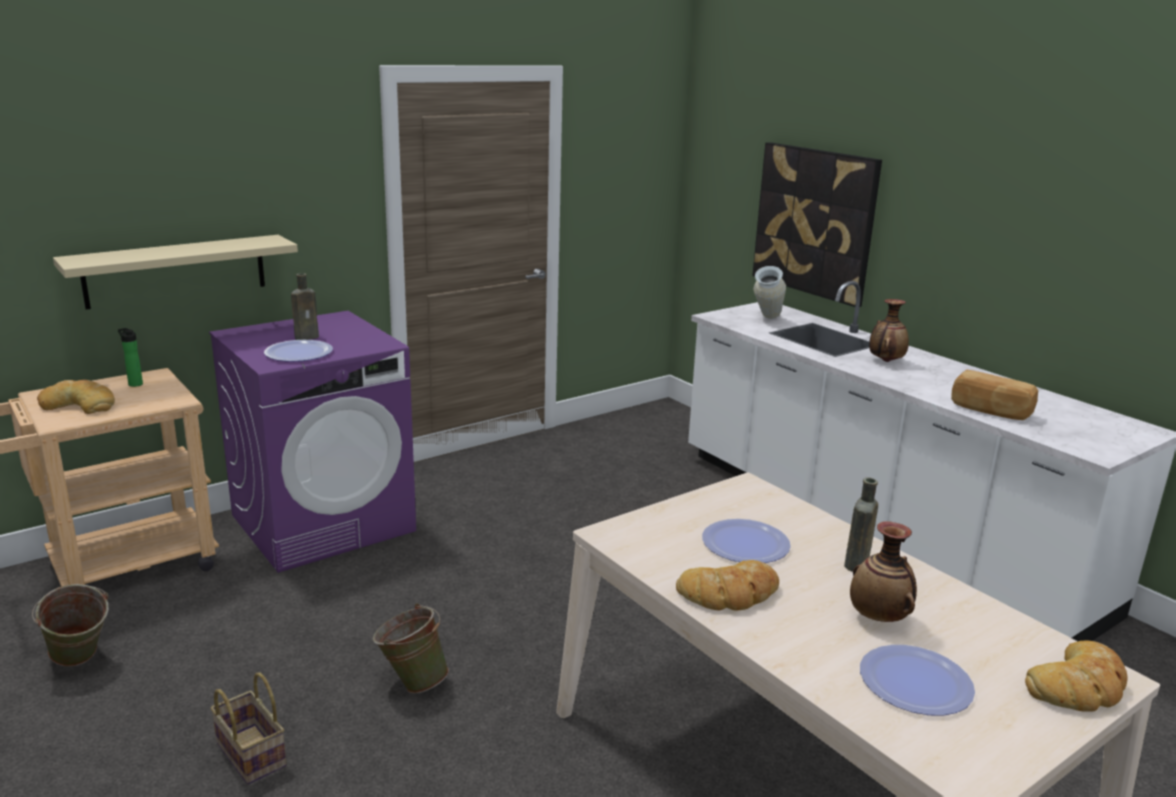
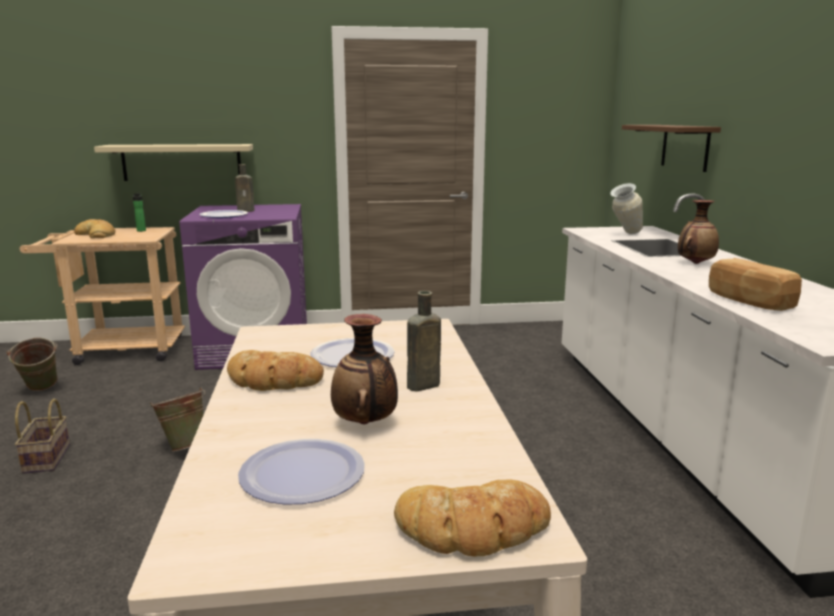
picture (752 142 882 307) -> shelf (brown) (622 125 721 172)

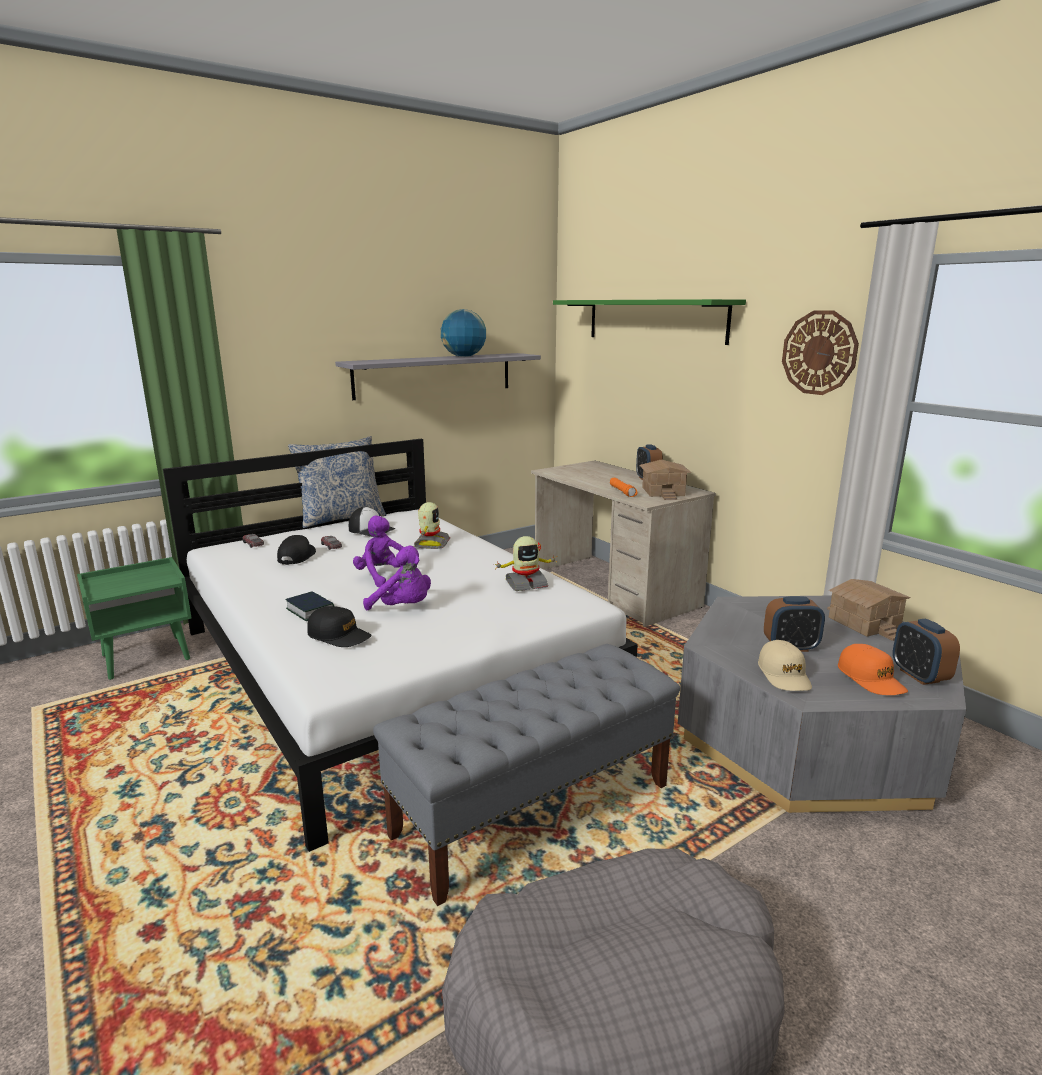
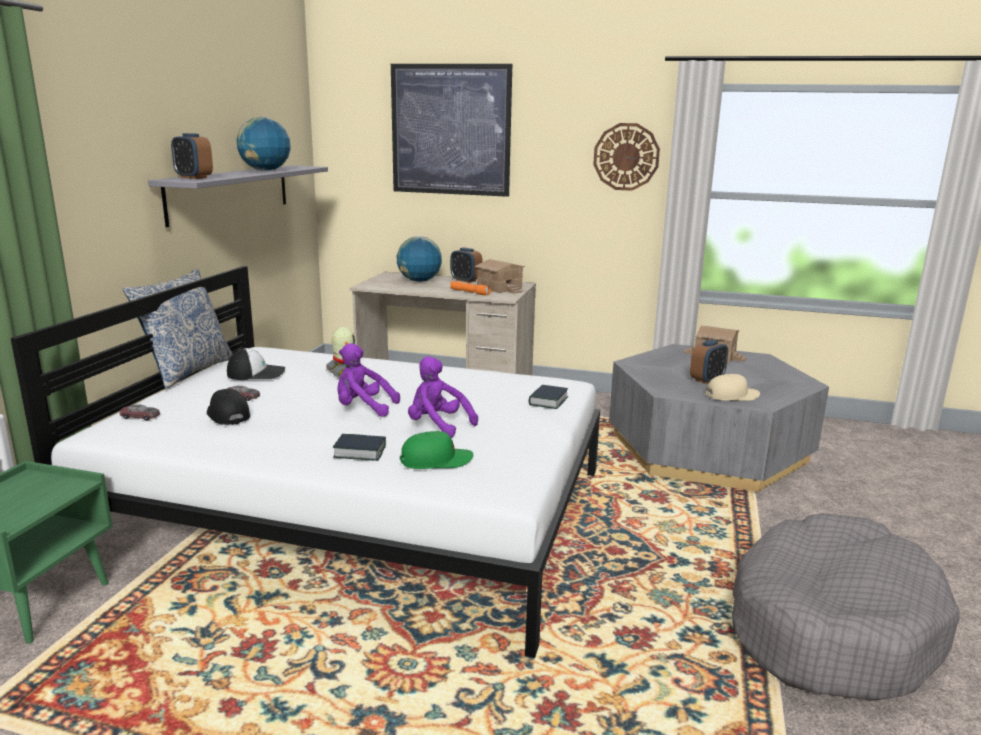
shelf (green) (553 299 746 345) -> picture (391 64 512 197)
toy robot (493 536 555 591) -> none
plush toy (purple) (363 546 431 610) -> plush toy (purple) (408 356 478 438), 135 degrees counterclockwise
cap (black) (307 606 372 647) -> cap (green) (400 431 473 469)
alarm clock (893 618 960 685) -> alarm clock (171 133 213 179), moved
cap (beige) (758 640 812 691) -> cap (beige) (706 374 760 401), 60 degrees counterclockwise
bench (grey) (373 644 680 906) -> none
cap (orange) (838 644 908 695) -> none
none -> globe (397 236 442 282)
none -> book (529 385 569 409)

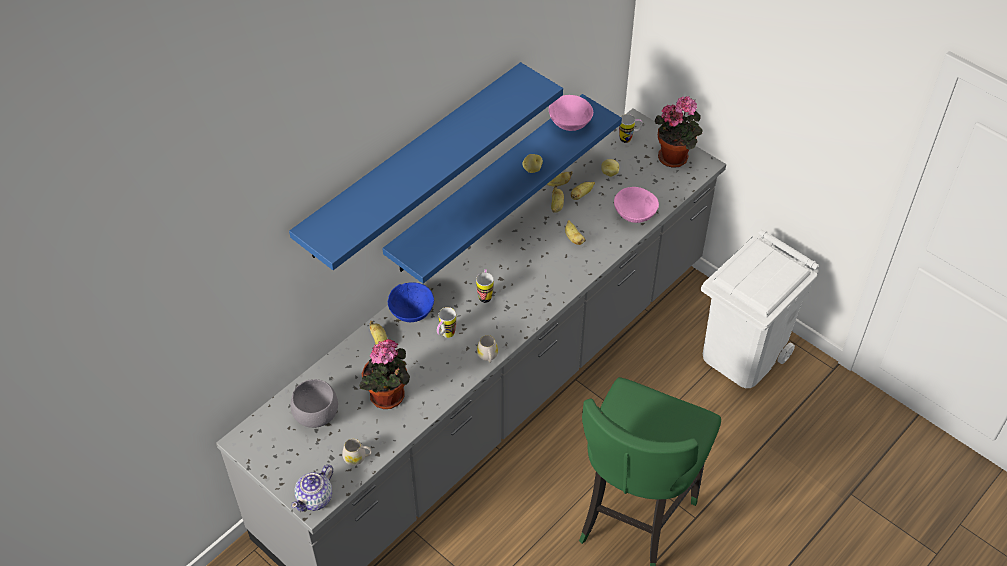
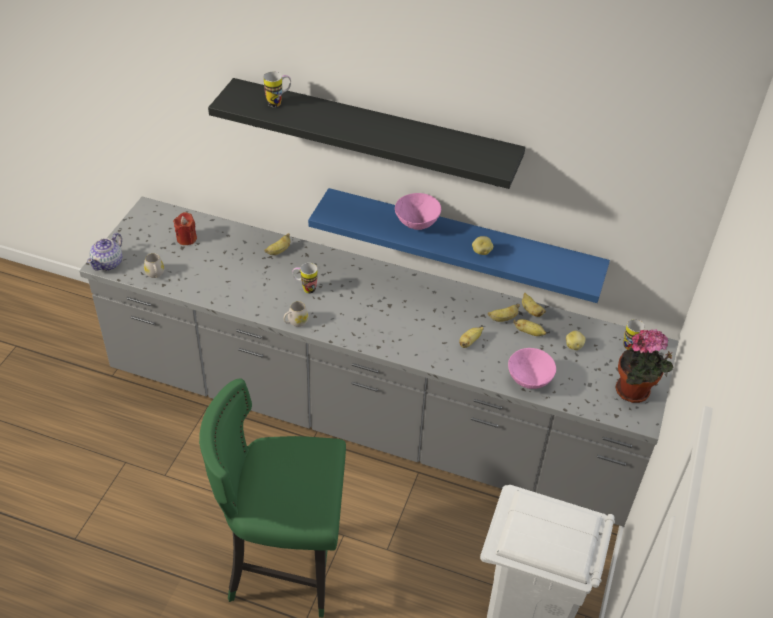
shelf (blue) (289 62 563 270) -> shelf (black) (208 78 525 189)
bowl (pink) (549 95 593 131) -> bowl (pink) (395 193 441 230), moved
mug (476 269 494 303) -> mug (264 71 291 107), moved
bowl (blue) (388 282 434 322) -> none
potted plant (359 339 410 409) -> none
bowl (grey) (290 379 338 428) -> candle (red) (173 212 197 245)
teapot (291 464 333 512) -> teapot (87 233 123 271), 75 degrees counterclockwise

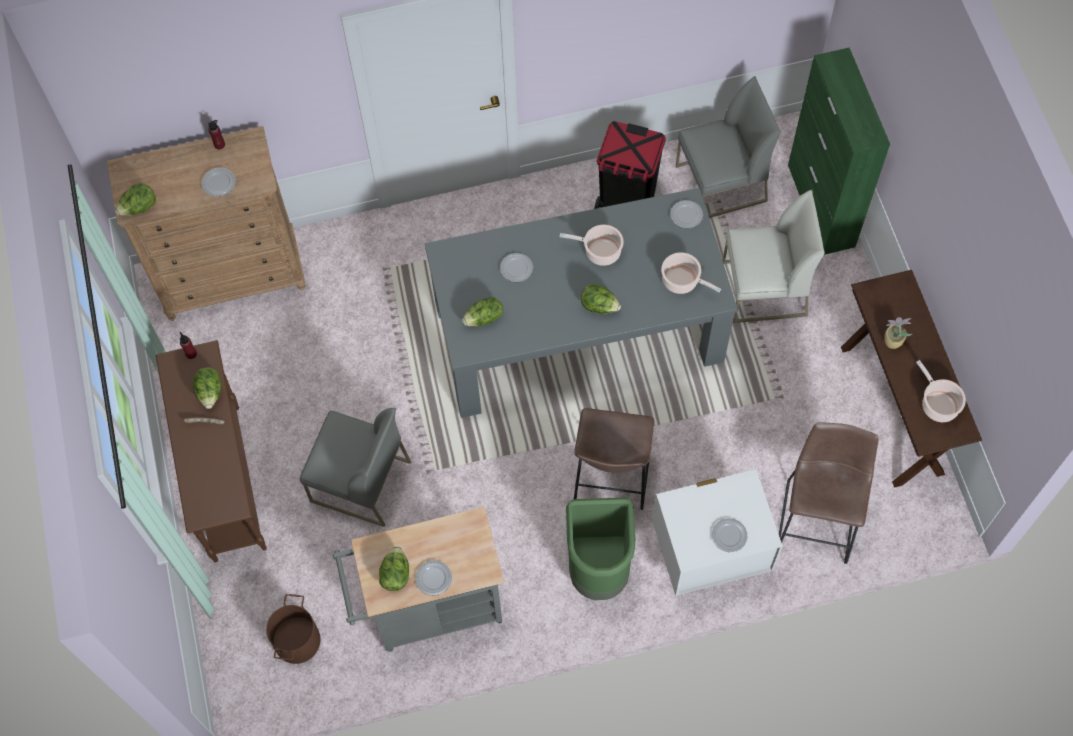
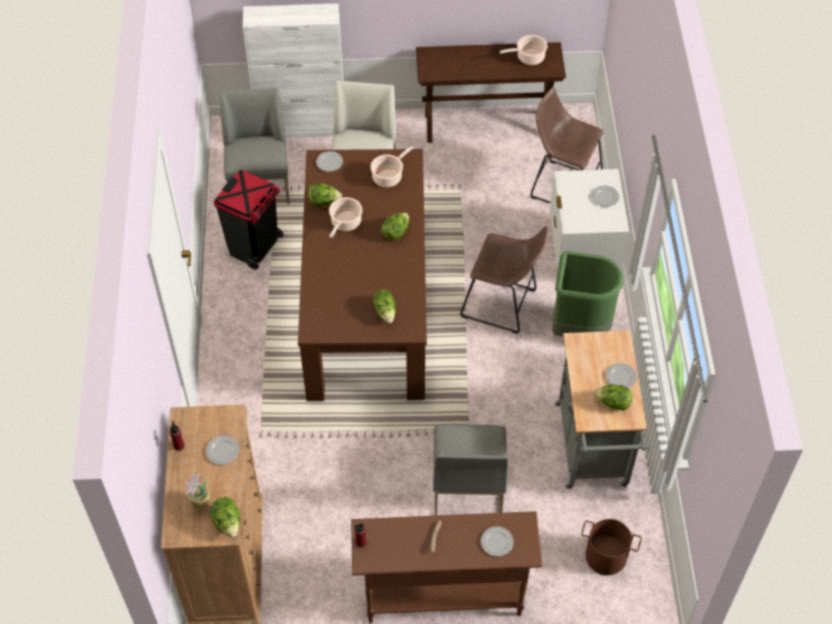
cabinet (green) (788 48 890 255) -> cabinet (white) (243 3 343 138)
dining table (grey) (425 188 738 418) -> dining table (brown) (298 149 427 401)
plate (500 253 533 282) -> plate (481 526 514 556), moved
potted plant (884 317 912 349) -> potted plant (185 473 210 509), moved
lettuce (193 367 222 409) -> lettuce (308 183 342 206), moved
chair (grey) (300 408 411 527) -> chair (grey) (433 424 508 516), 150 degrees clockwise

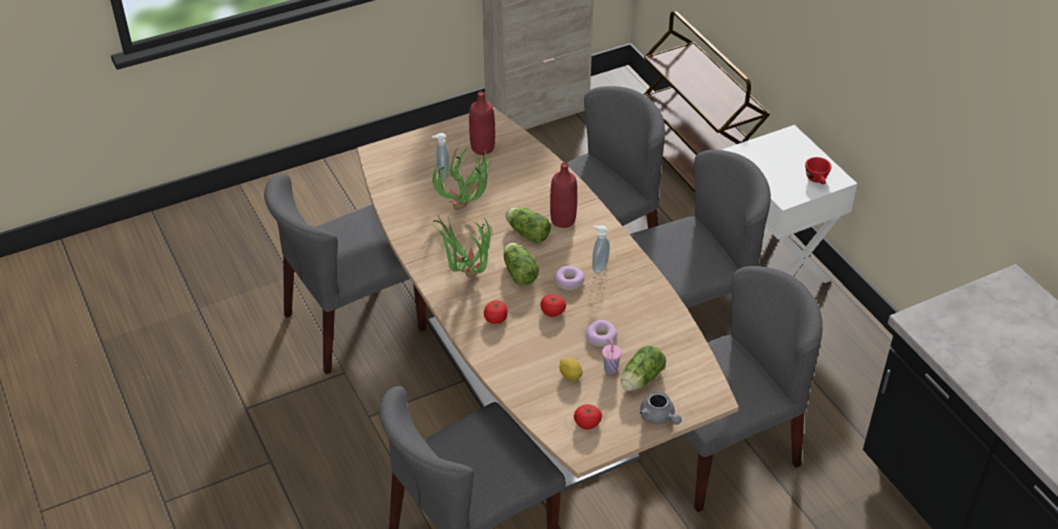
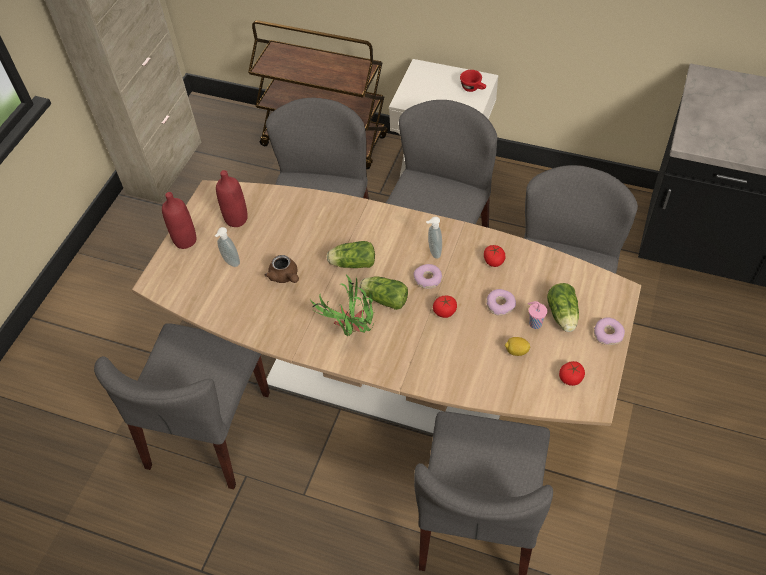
potted plant (433 147 492 210) -> teapot (brown) (265 255 299 283)
bottle (red) (550 162 577 228) -> bottle (red) (162 192 196 249), moved
tomato (484 300 508 324) -> tomato (484 245 506 267), moved
teapot (grey) (640 391 682 425) -> donut (594 318 625 345)

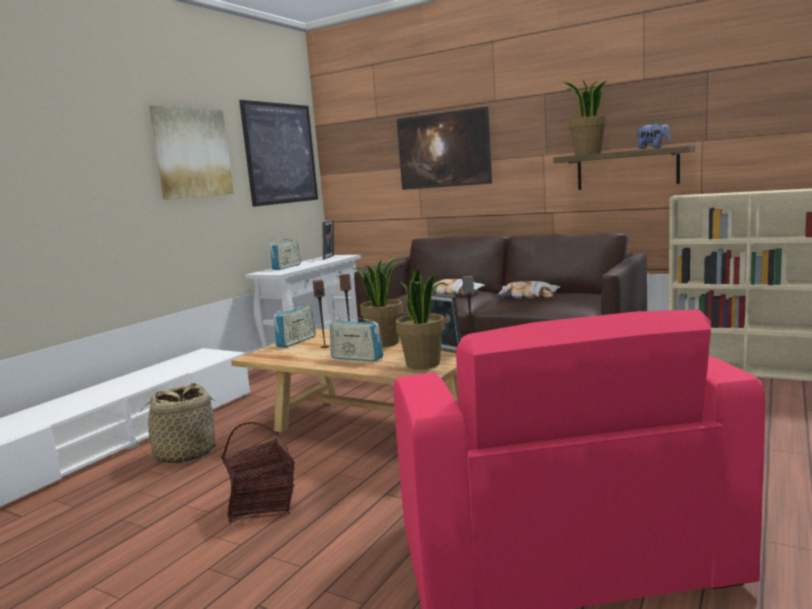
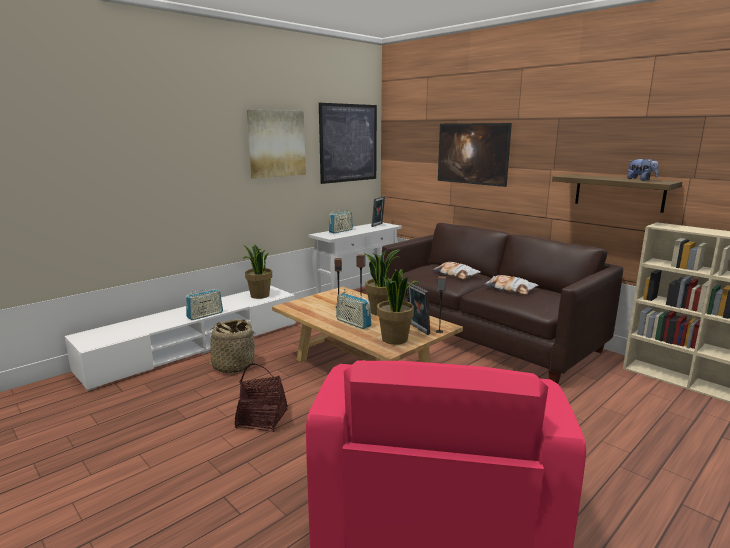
potted plant (563 79 607 155) -> potted plant (242 244 272 299), moved
radio (274 305 316 348) -> radio (186 289 223 320), moved

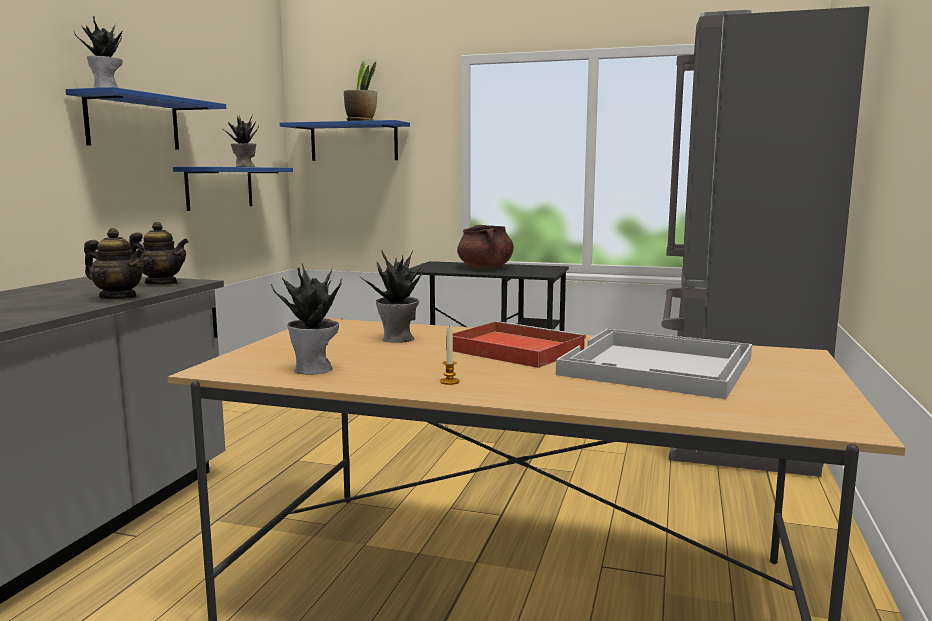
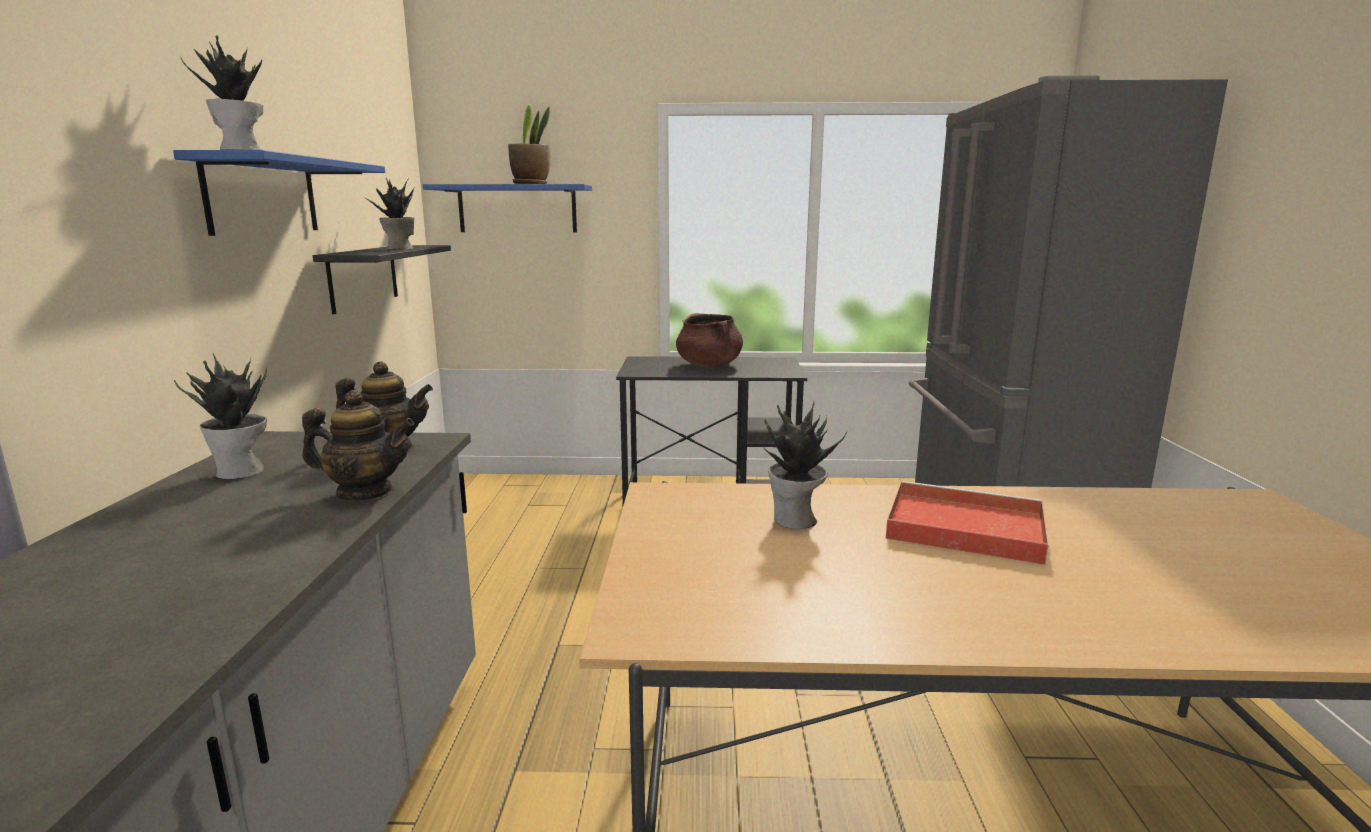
shelf (blue) (173 167 293 211) -> shelf (black) (313 245 451 314)
potted plant (271 264 342 375) -> potted plant (174 353 267 479), moved
candle (440 325 460 385) -> none
tray (white) (556 329 752 399) -> none

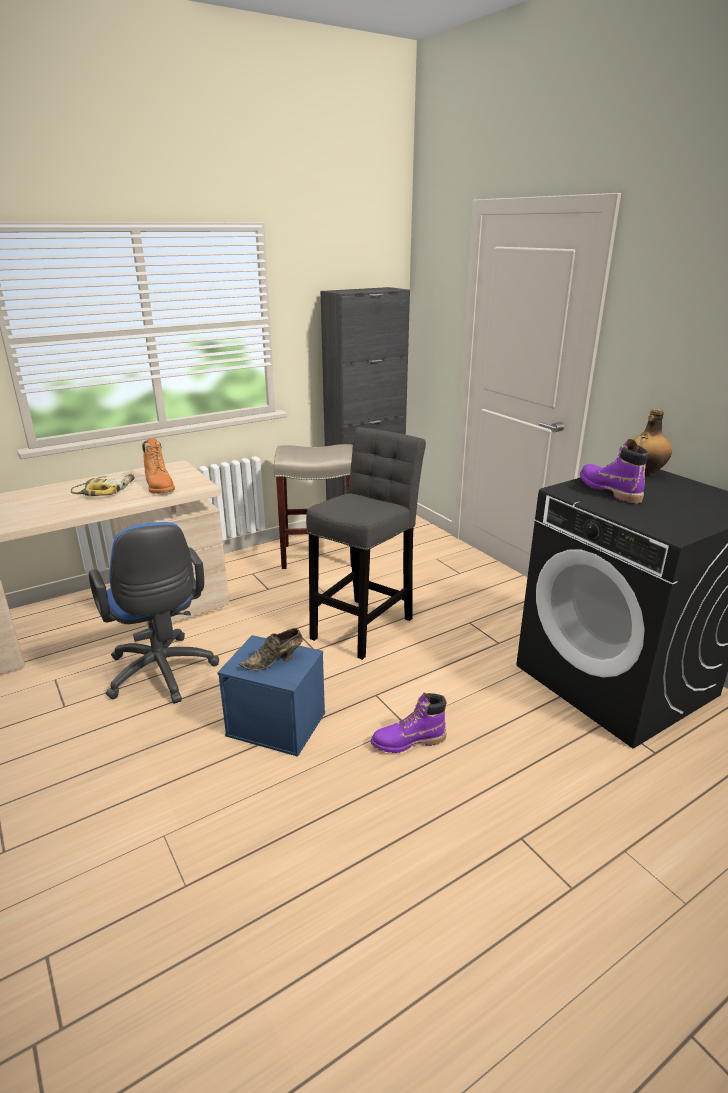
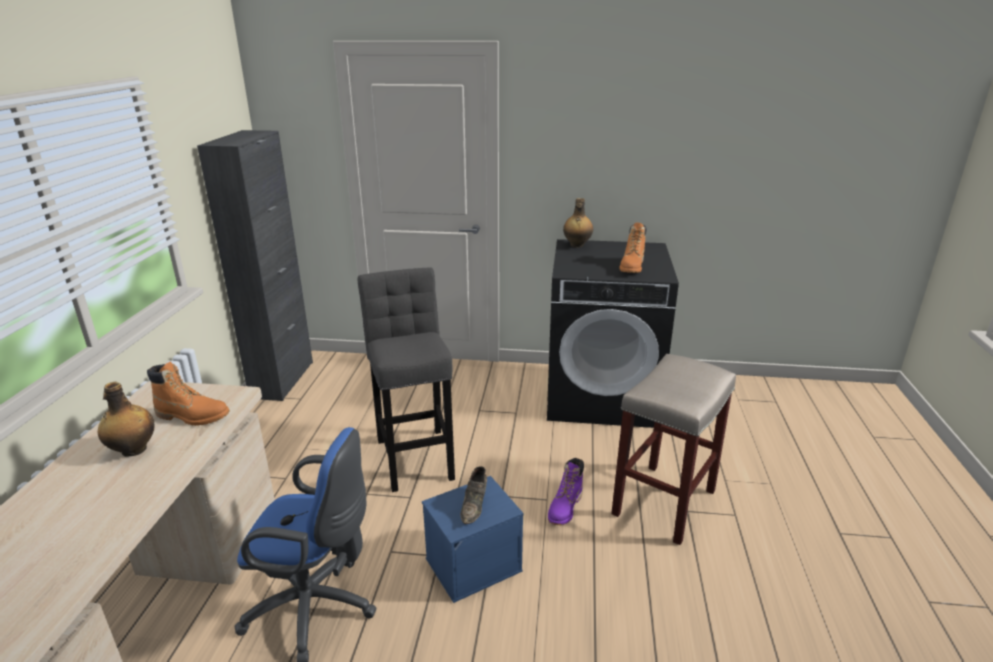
boot (purple) (580 439 649 504) -> none
stool (beige) (274 444 353 569) -> stool (beige) (611 354 736 545), moved
power drill (71 474 135 496) -> bottle (98 382 155 457)
none -> boot (orange) (620 222 647 273)

